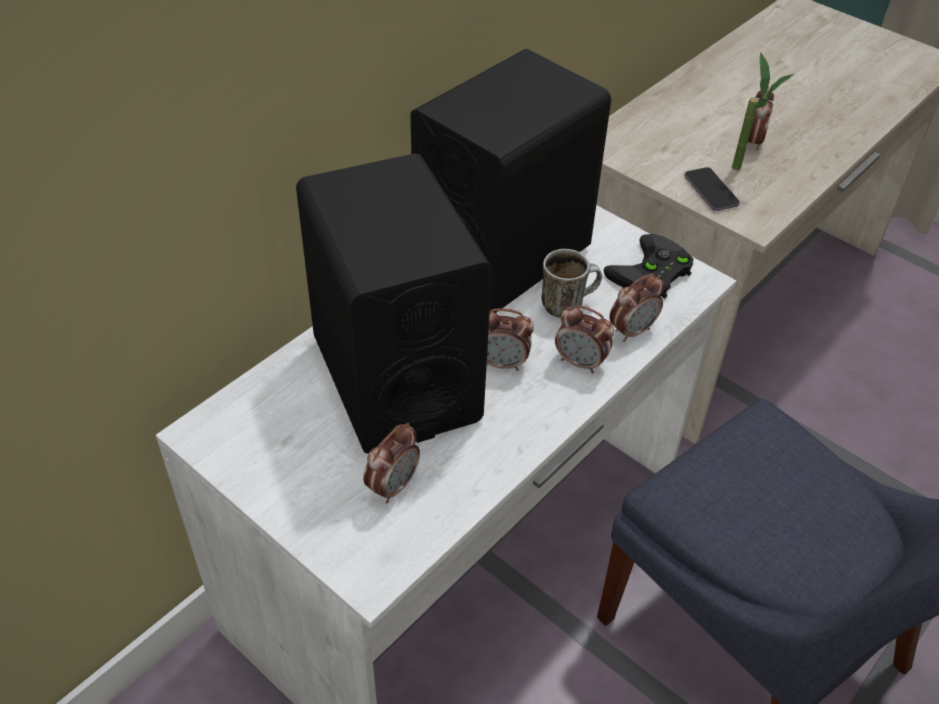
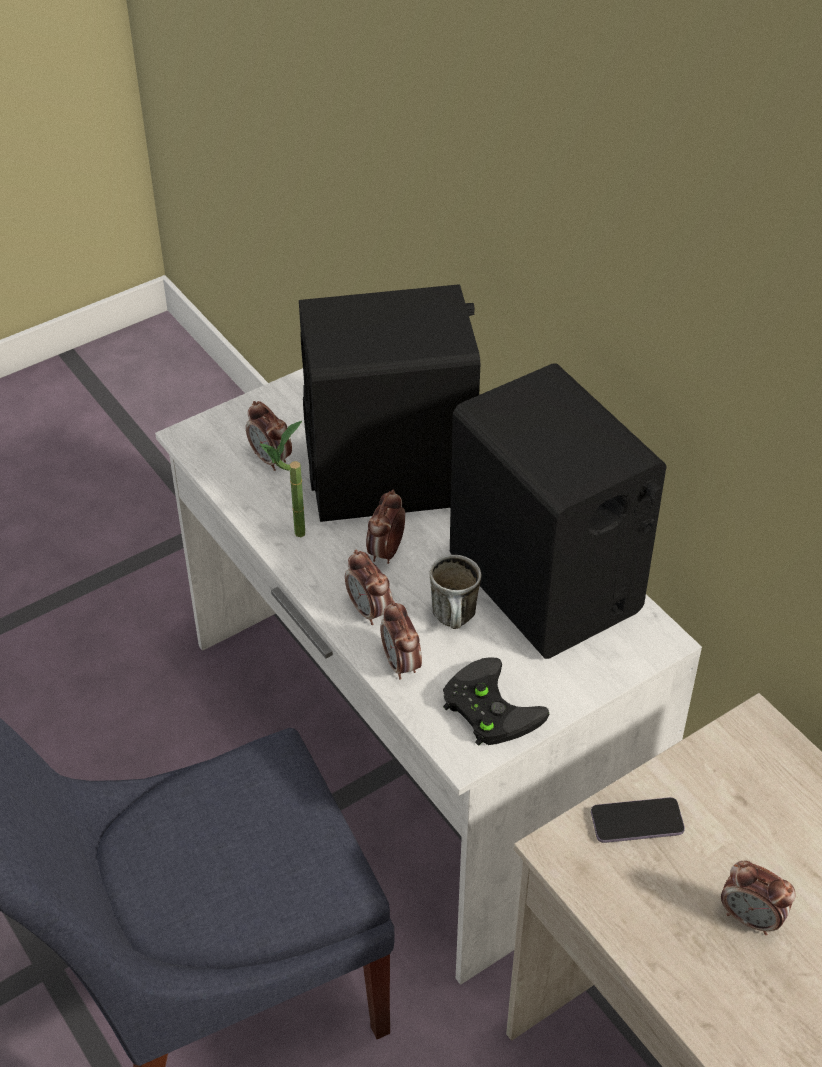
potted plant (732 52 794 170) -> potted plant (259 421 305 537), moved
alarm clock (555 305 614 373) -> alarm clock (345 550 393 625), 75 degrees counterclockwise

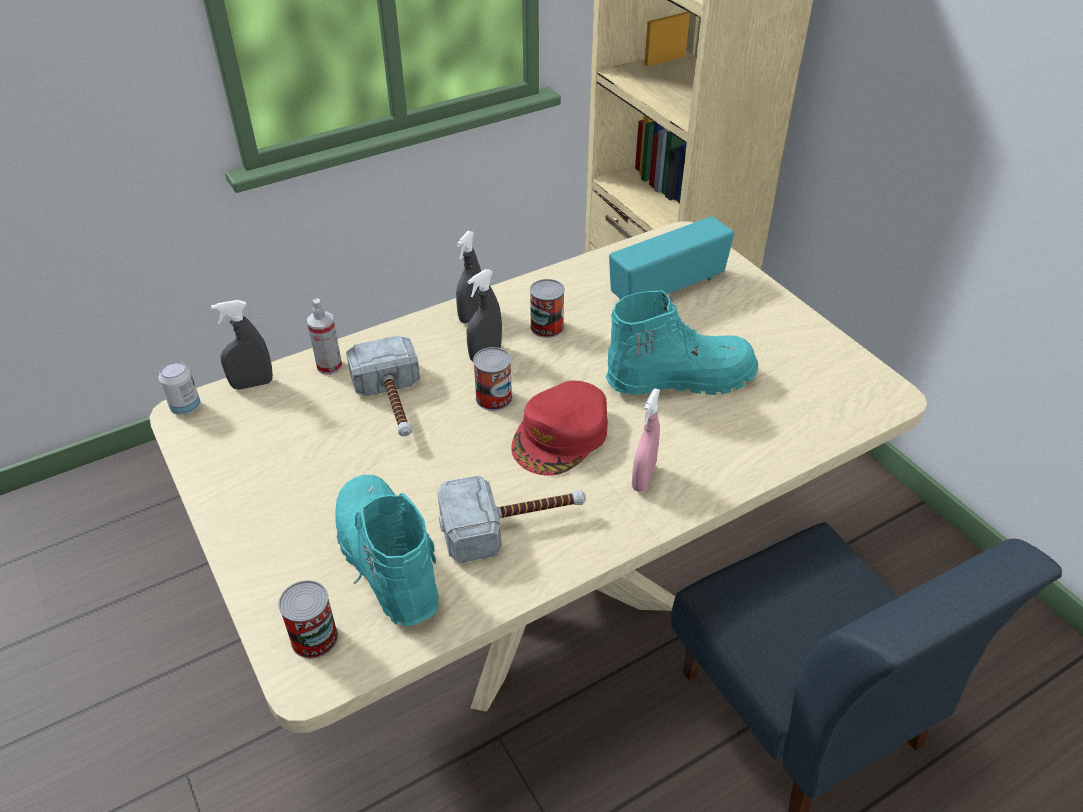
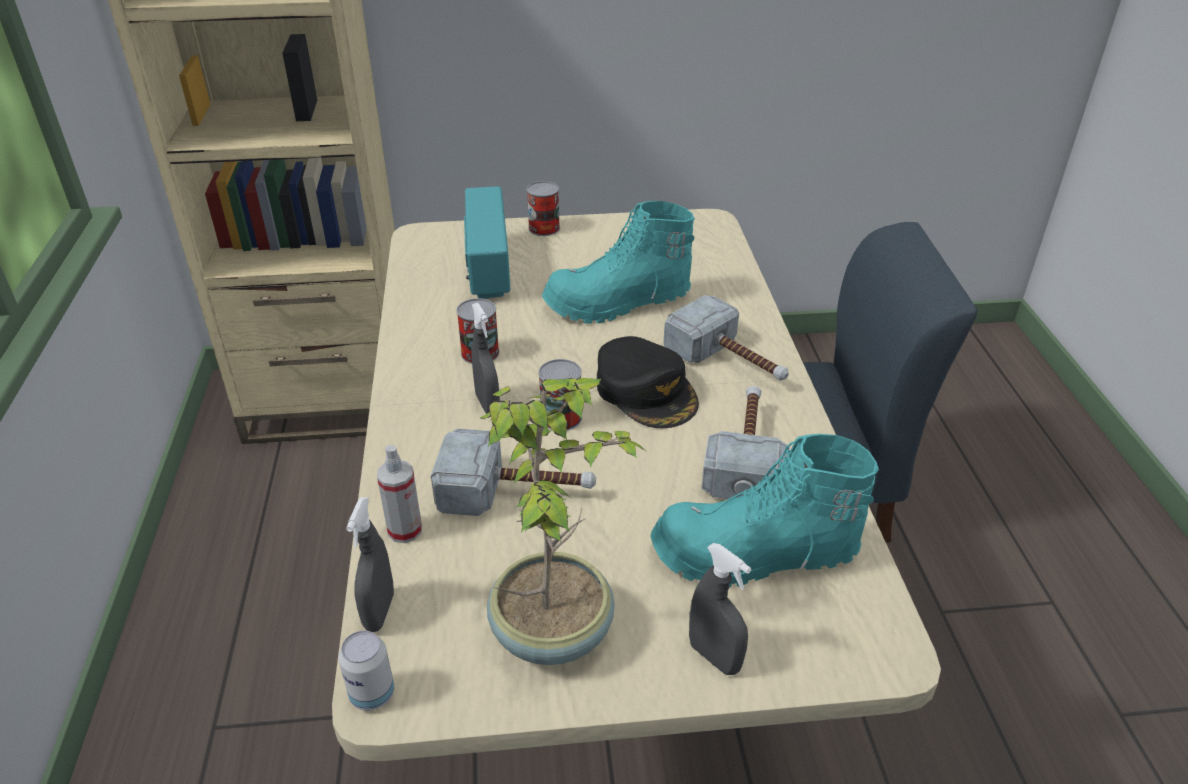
spray bottle (grey) (456 231 481 323) -> spray bottle (grey) (689 543 751 675), moved
boot (turquoise) (606 290 758 395) -> boot (turquoise) (542 201 695 324), 120 degrees counterclockwise
cap (red) (511 381 608 476) -> cap (black) (597 336 699 428)
spray bottle (pink) (632 388 660 492) -> hammer (663 295 789 381)
can (278 580 338 659) -> can (527 181 560 236), moved
none -> potted plant (480 378 646 665)

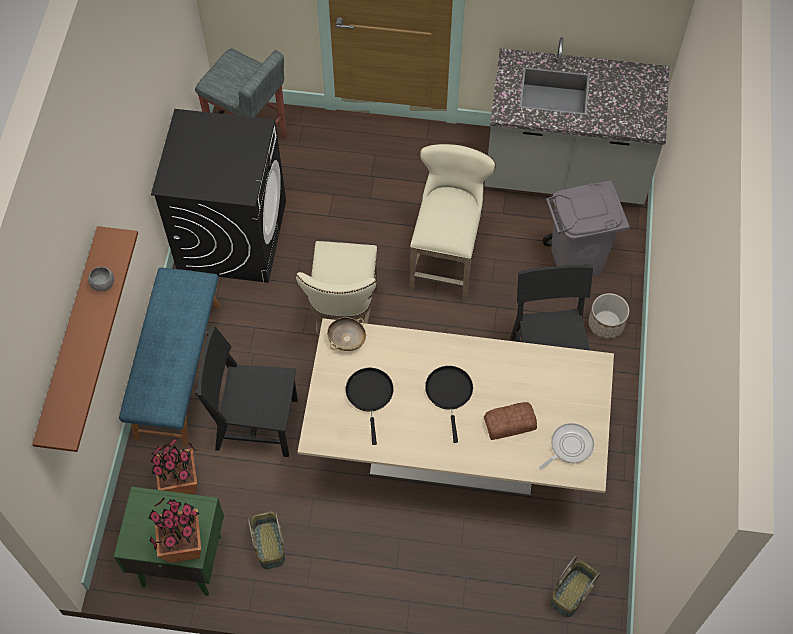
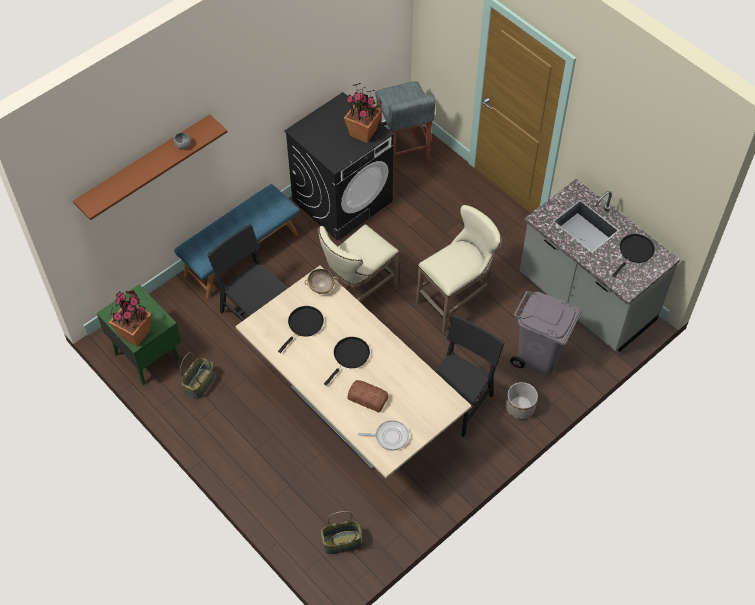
potted plant (150 438 197 494) -> potted plant (344 83 382 143), moved
none -> frying pan (black) (612 234 655 277)

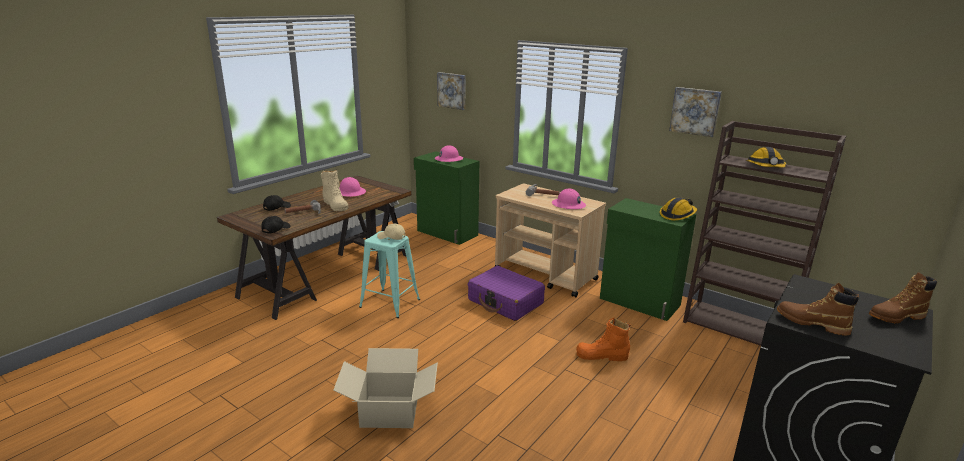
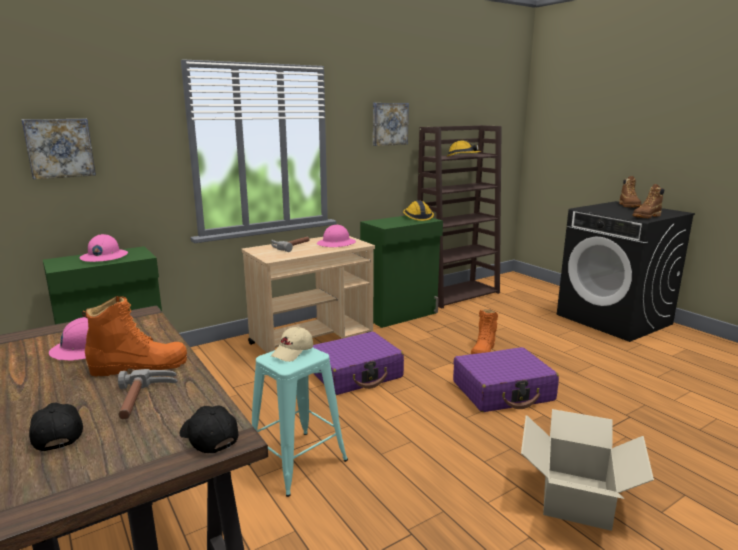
boot (beige) (321 170 348 211) -> boot (orange) (82 296 187 376)
none -> suitcase (purple) (453 347 559 412)

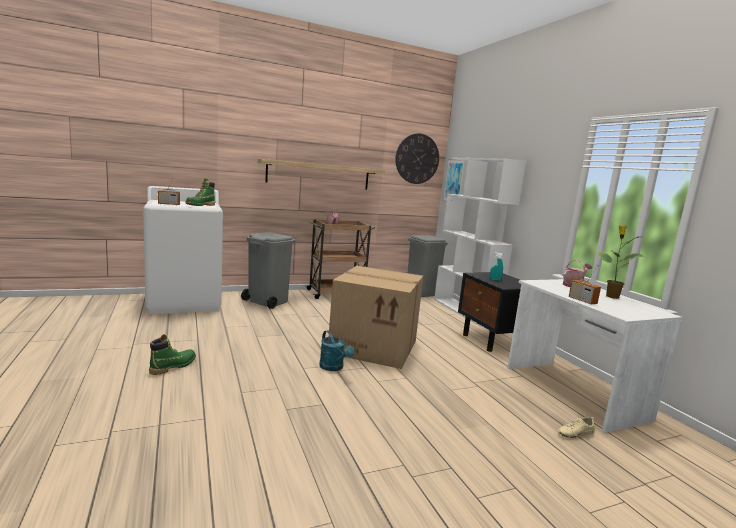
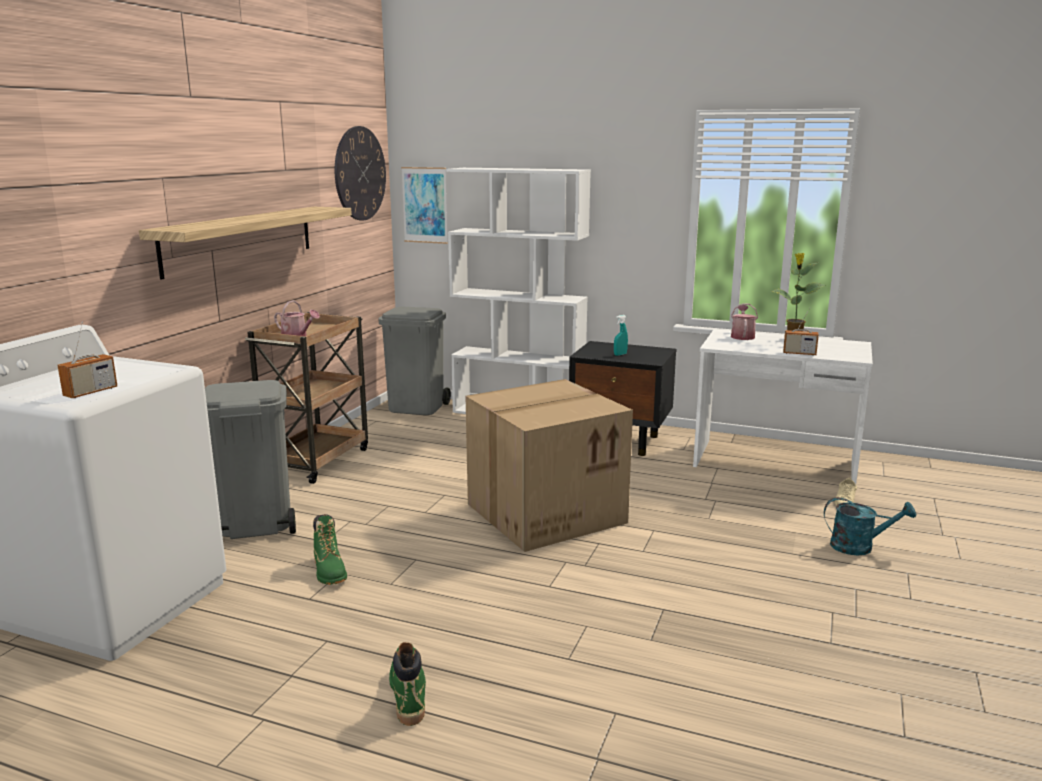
boot (green) (185 178 215 206) -> boot (green) (313 514 347 585), moved
watering can (turquoise) (319 330 354 371) -> watering can (turquoise) (824 497 916 555), moved

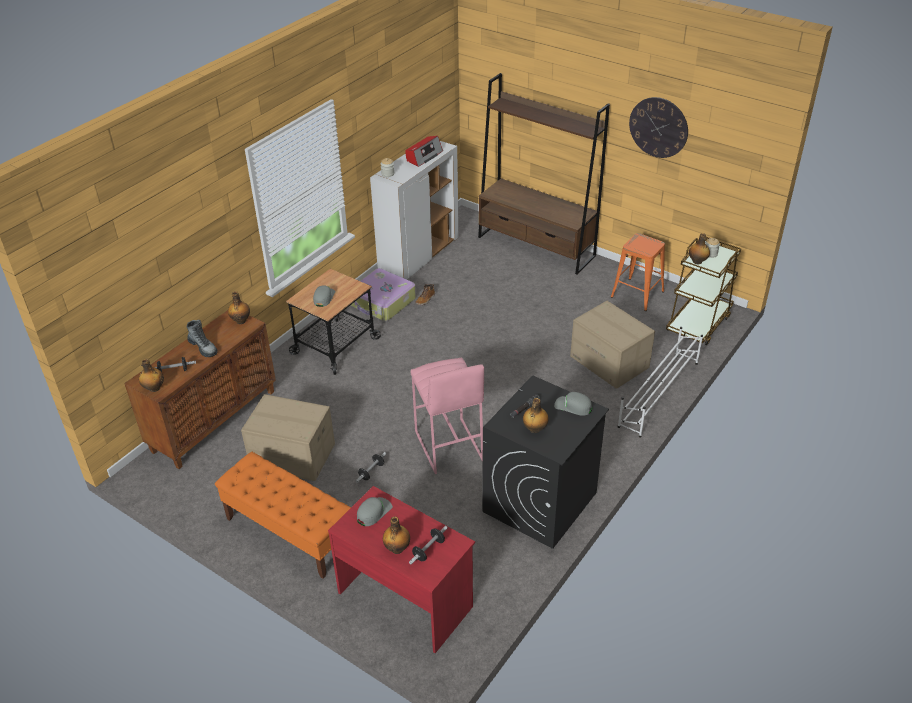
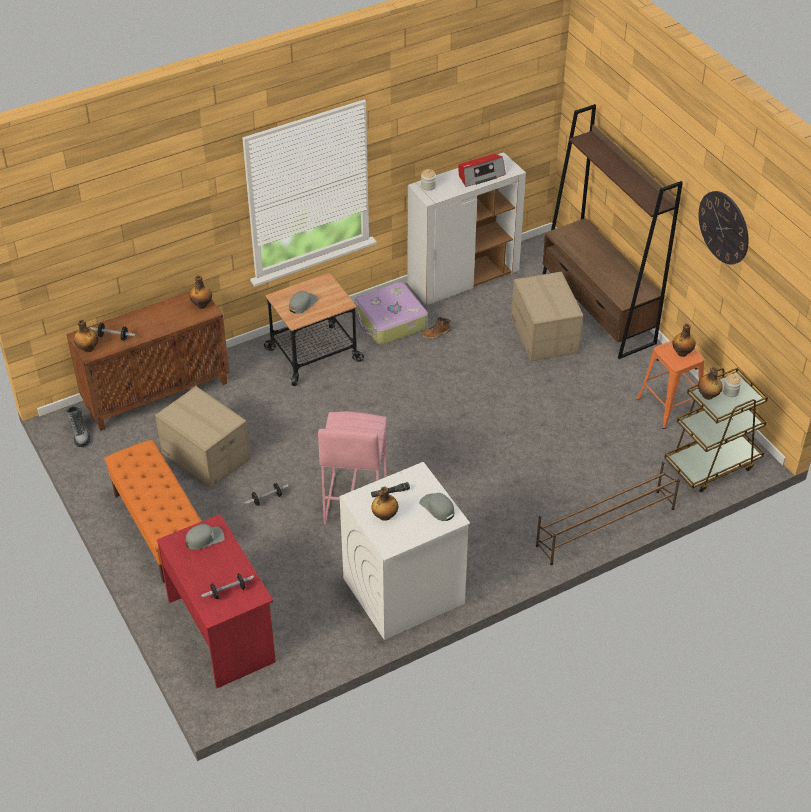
cardboard box (570 301 655 389) -> cardboard box (511 272 583 361), moved
boot (187 320 218 357) -> boot (66 406 90 447), moved
shoe rack (white) (618 327 703 437) -> shoe rack (brown) (536 462 680 565)
washing machine (black) (482 375 609 549) -> washing machine (white) (340 462 470 640)
bottle (383 517 410 554) -> bottle (672 323 696 357), moved

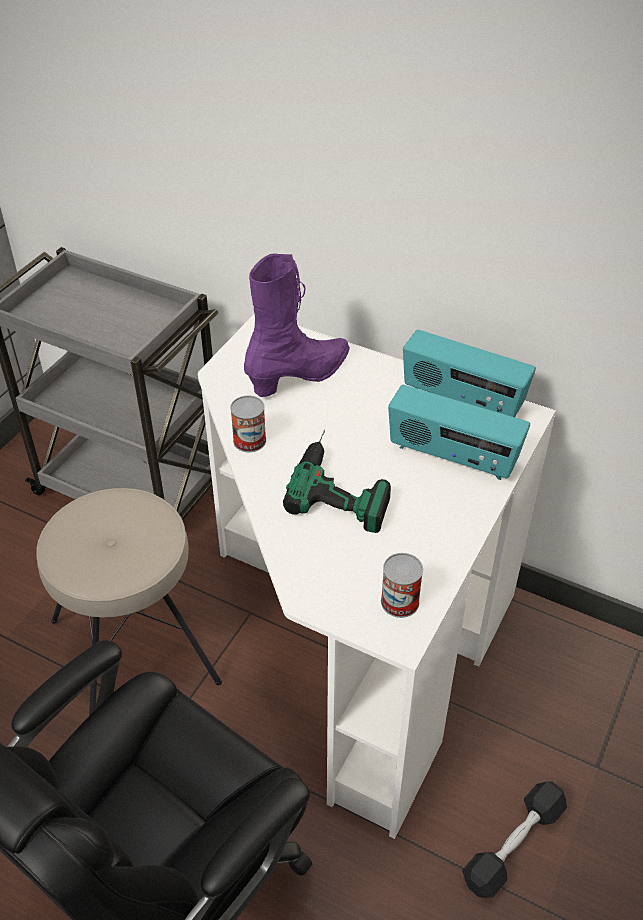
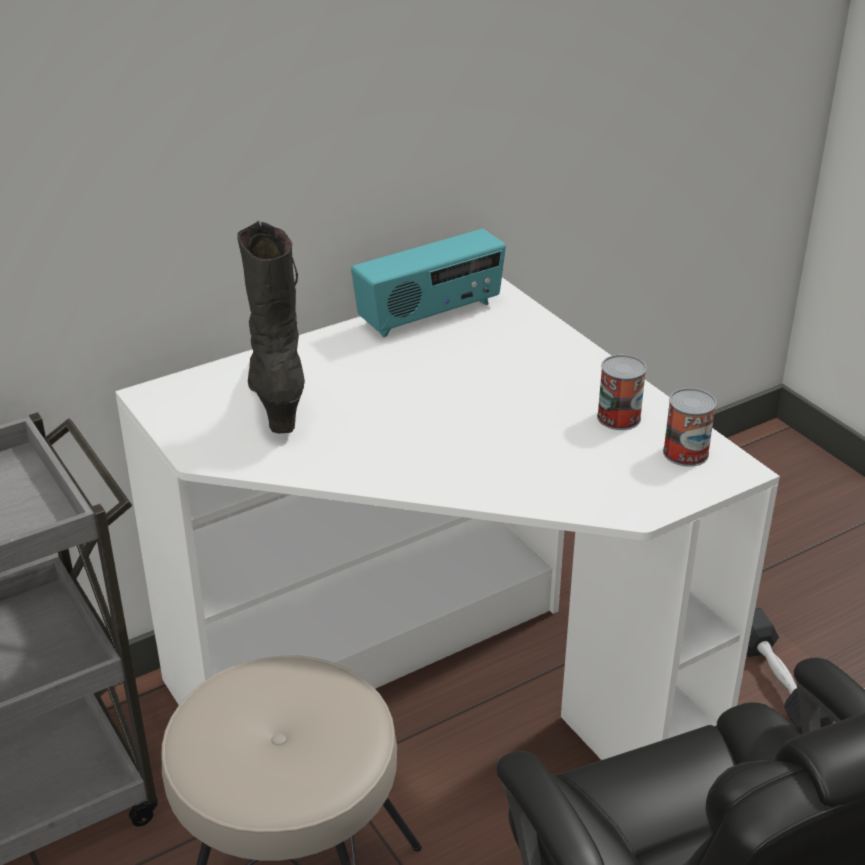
boot (purple) (244 253 350 397) -> boot (black) (237 221 305 434)
radio (388 385 530 480) -> none
can (230 396 266 452) -> can (597 355 647 430), moved
power drill (283 430 391 533) -> none

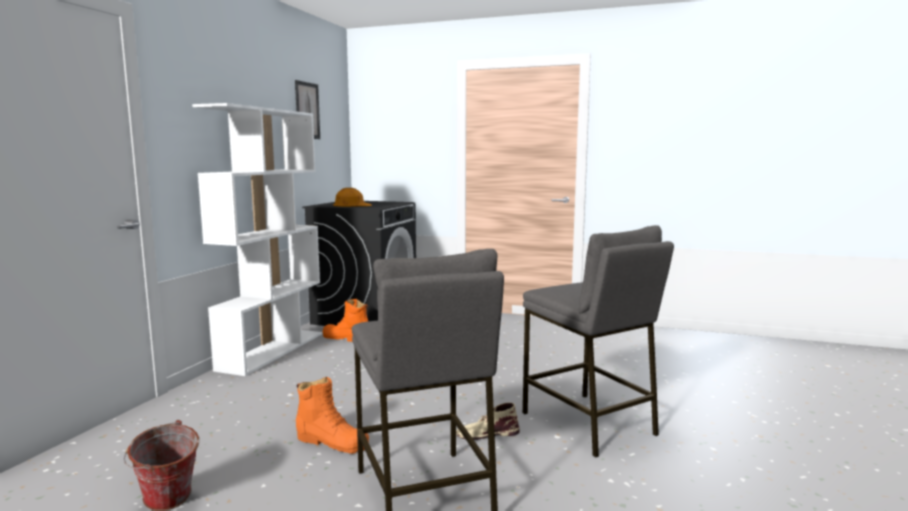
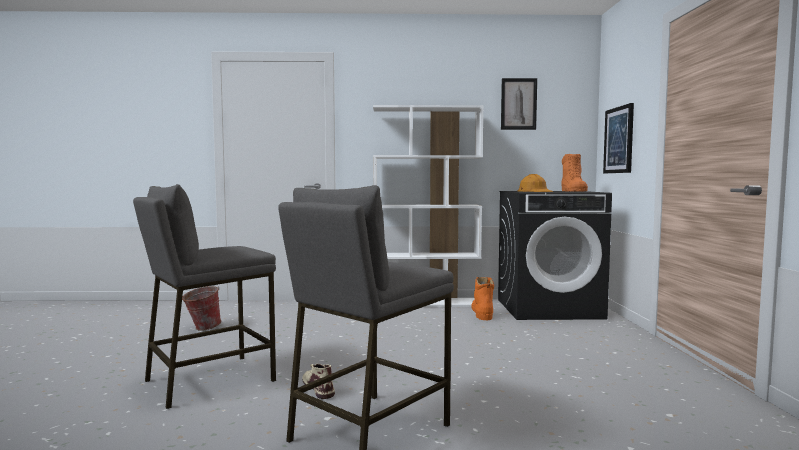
boot (orange) (296 377 369 454) -> boot (orange) (561 154 588 191), moved
none -> picture (603 103 634 173)

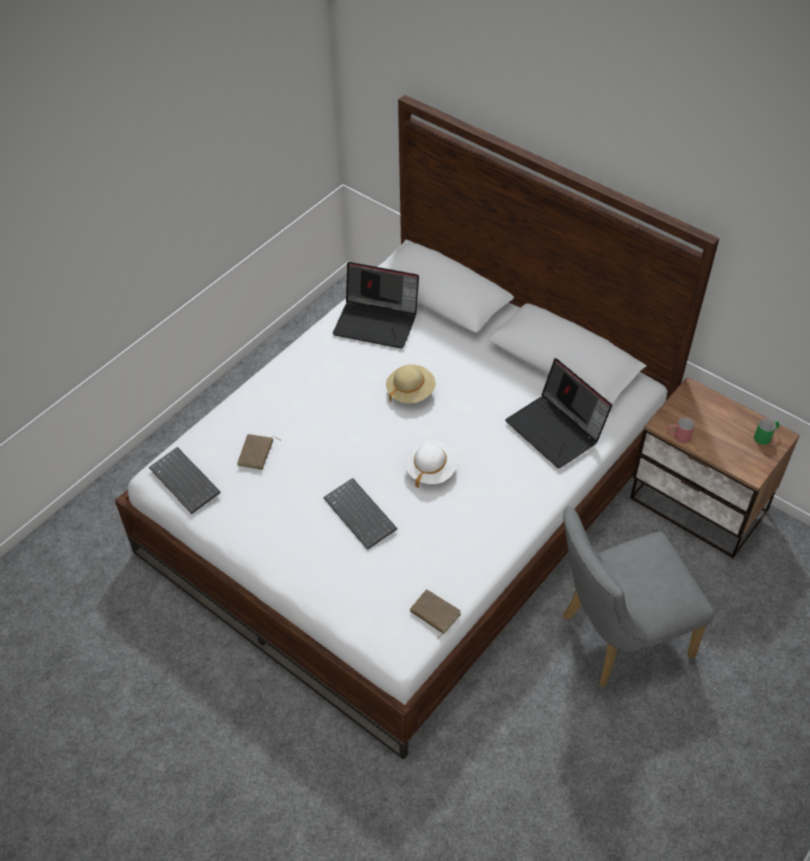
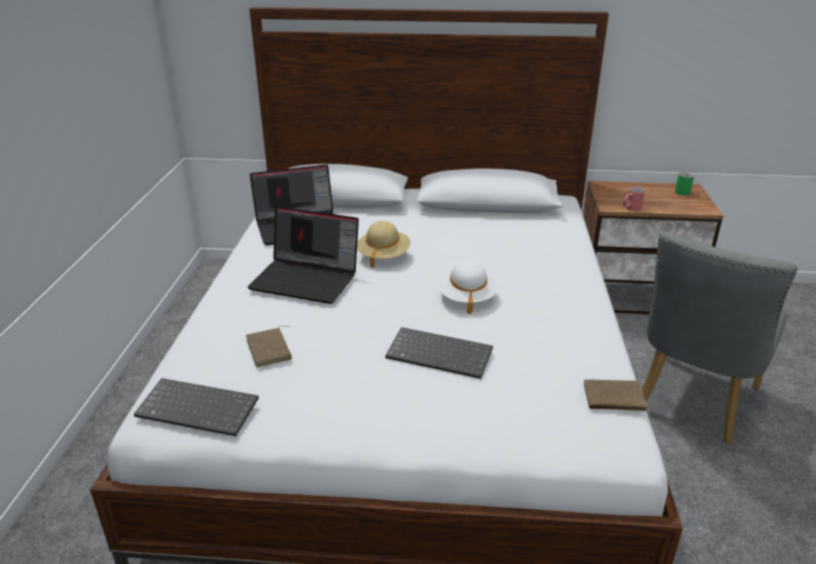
laptop (505 358 612 468) -> laptop (248 206 359 304), moved

